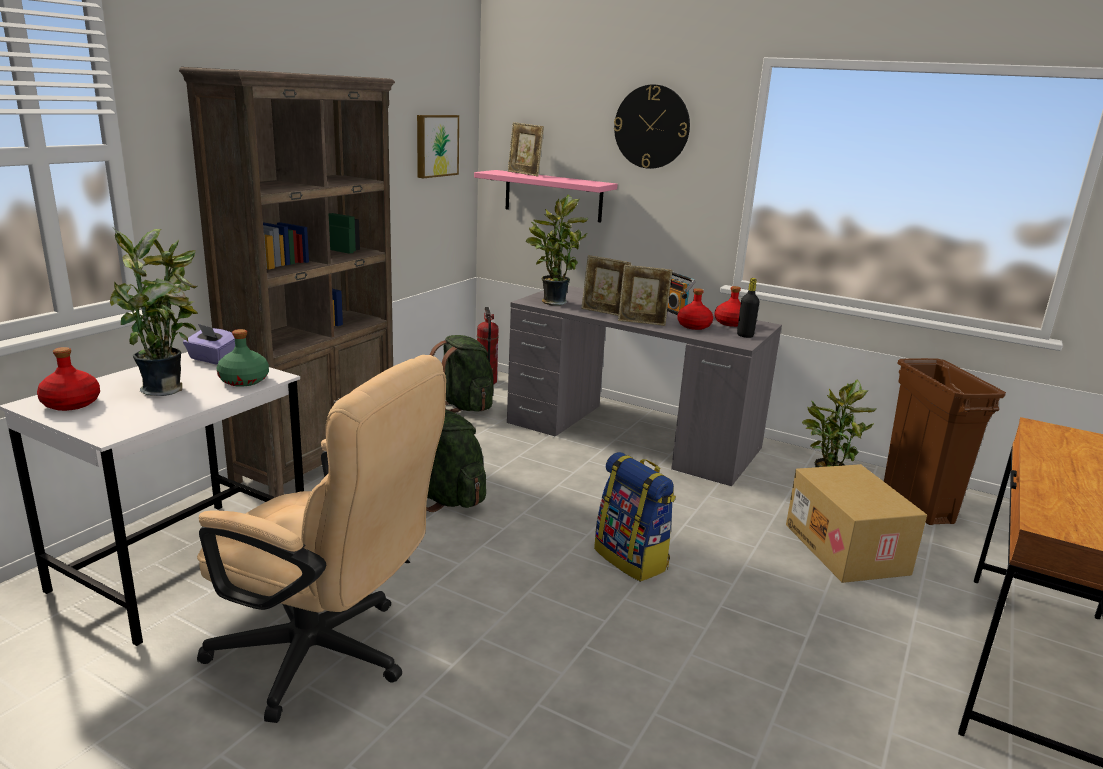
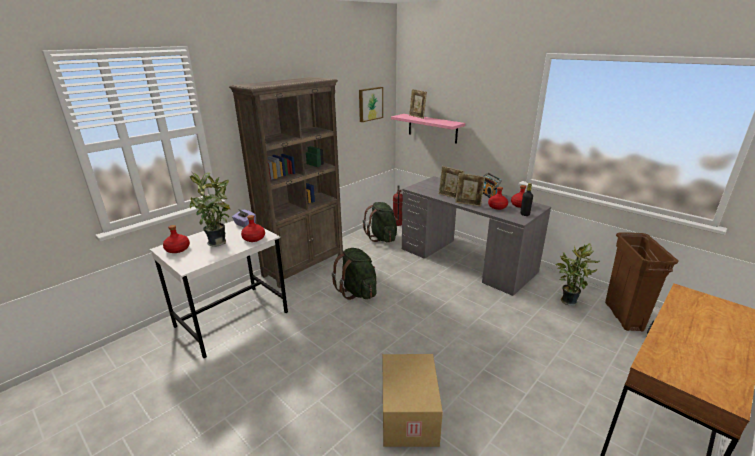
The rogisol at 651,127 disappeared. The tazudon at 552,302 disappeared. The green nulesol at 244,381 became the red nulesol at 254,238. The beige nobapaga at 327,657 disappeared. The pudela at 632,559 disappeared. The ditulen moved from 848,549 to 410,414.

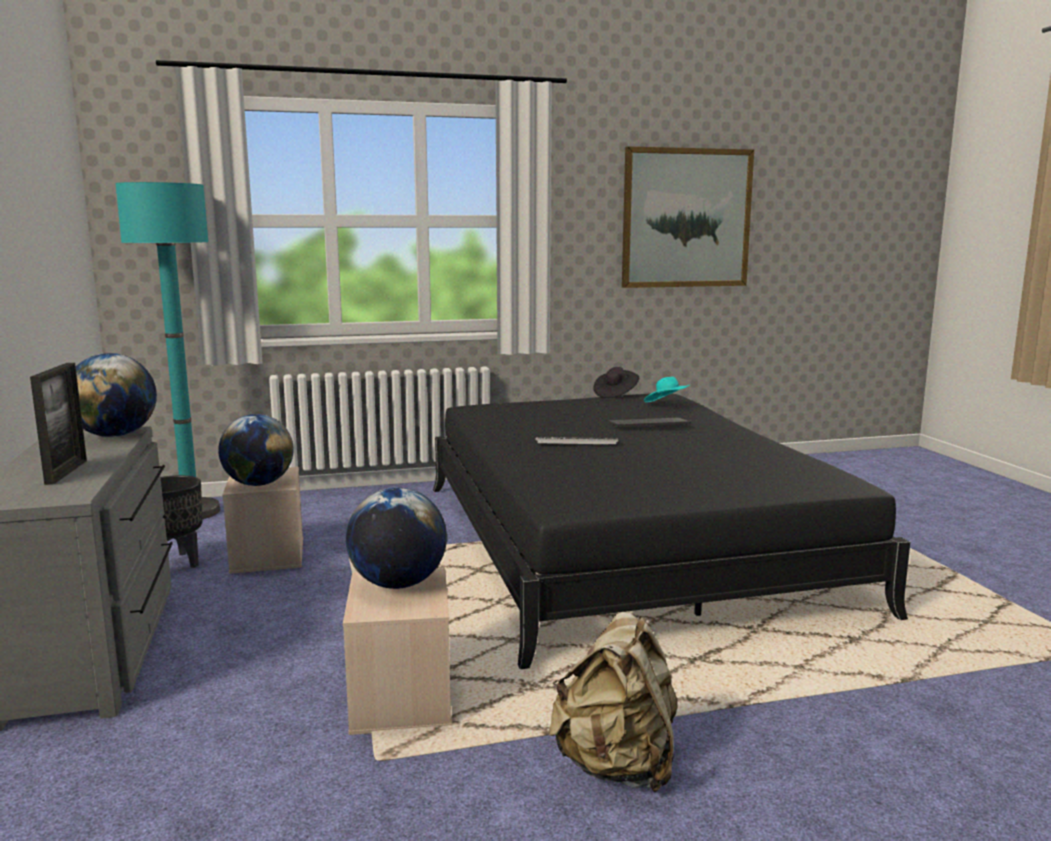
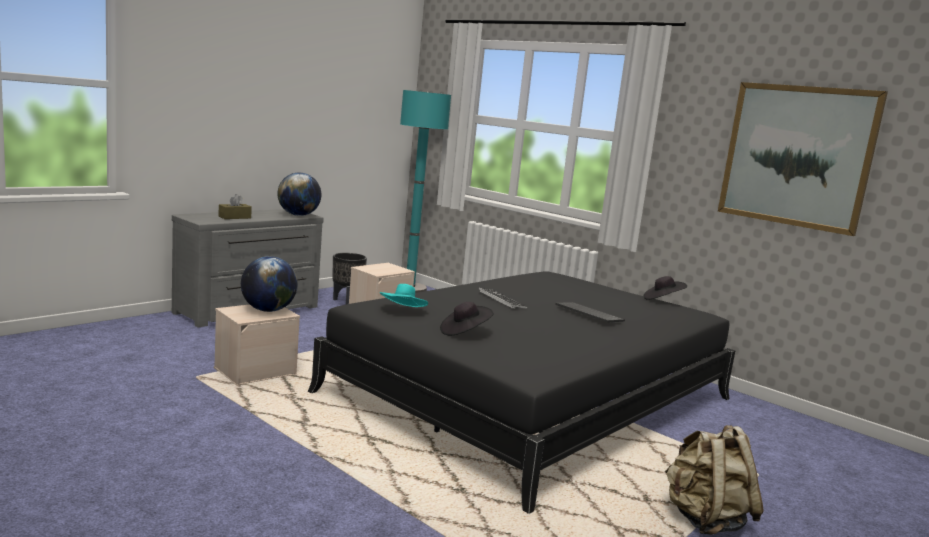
The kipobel at 66,472 was replaced by the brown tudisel at 234,217. The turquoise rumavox moved from 667,405 to 403,311. The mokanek at 258,484 disappeared. The beige pudela moved from 617,766 to 705,520. The black rumavox at 464,332 appeared.

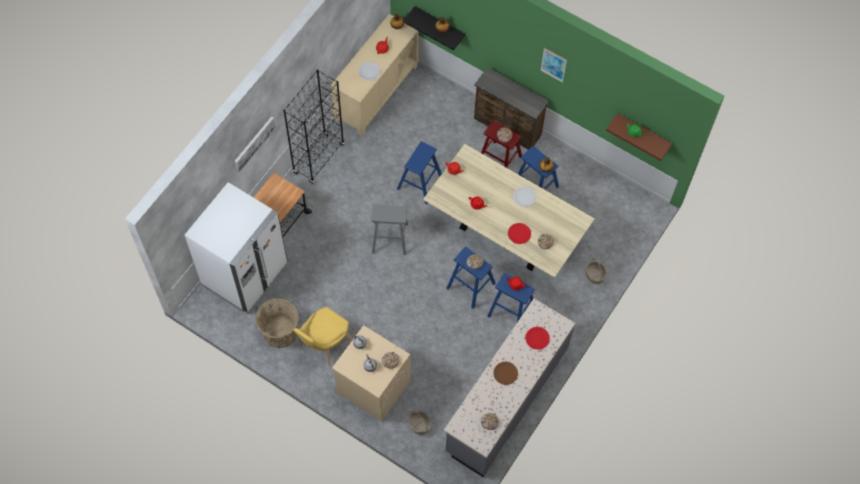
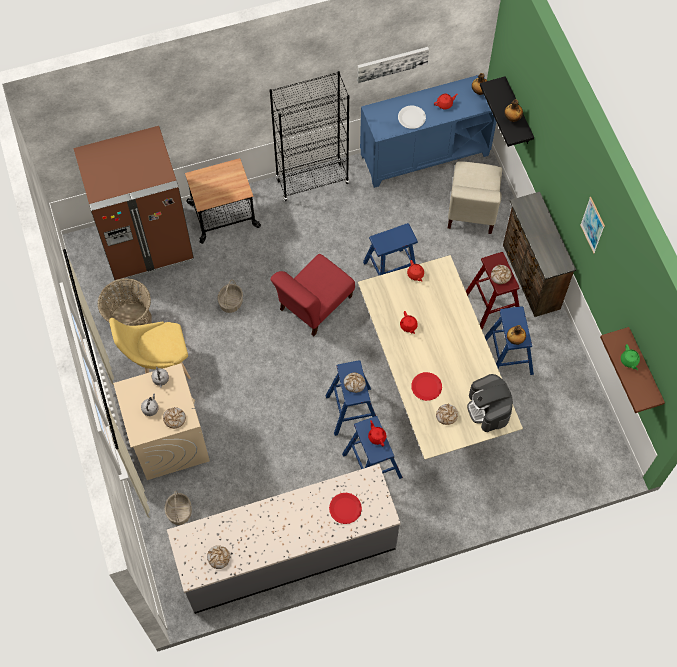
The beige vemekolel at 376,92 became the blue vemekolel at 424,154. The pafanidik moved from 254,143 to 392,63. The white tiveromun at 245,275 became the brown tiveromun at 147,244. The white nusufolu at 524,197 disappeared. The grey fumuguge at 390,238 was replaced by the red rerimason at 313,305. The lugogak moved from 595,275 to 231,302. The brown nusufolu at 505,373 disappeared. The beige rerimason at 471,210 appeared. The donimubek at 488,409 appeared.

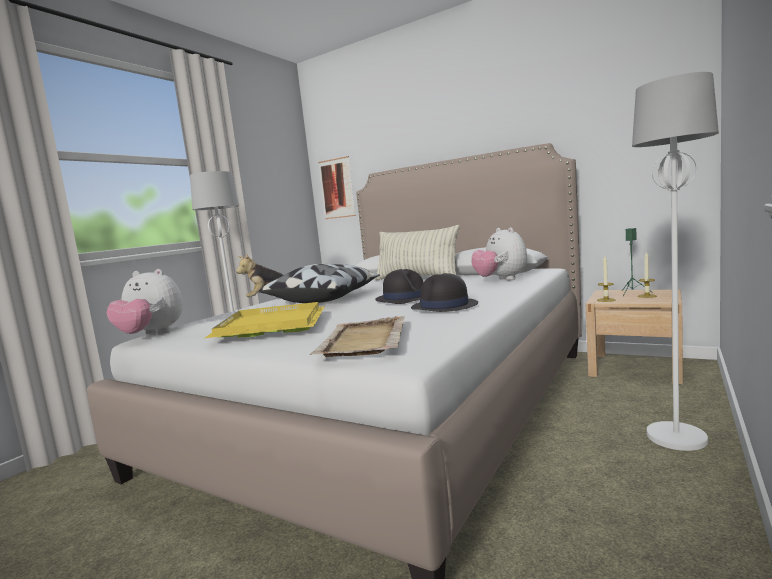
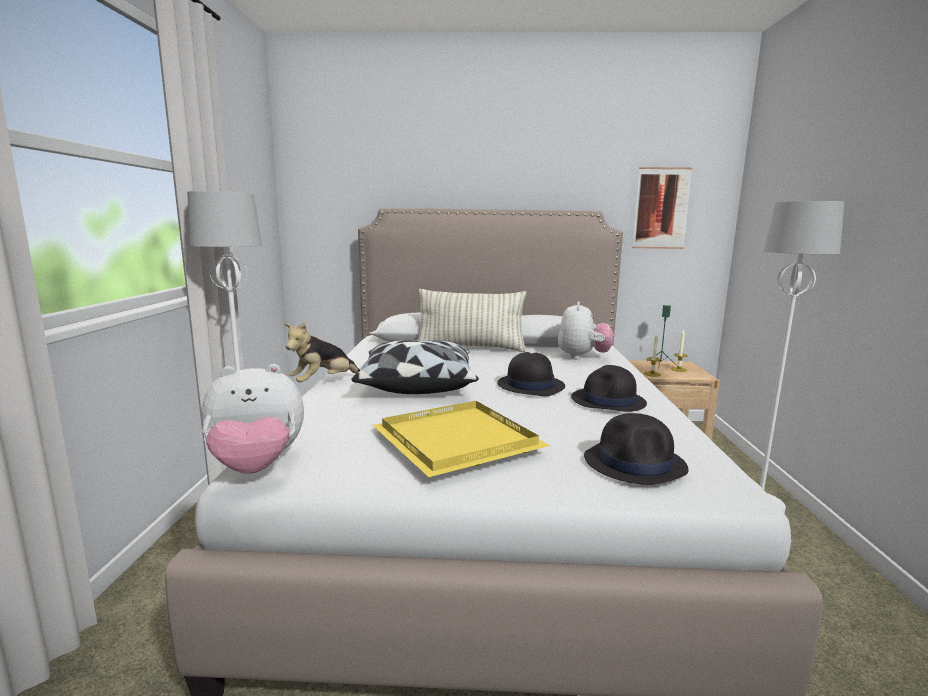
The pafanidik moved from 337,188 to 661,208. The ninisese at 501,280 turned 120 degrees counterclockwise. The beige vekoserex at 363,341 was replaced by the black rumavox at 635,463.

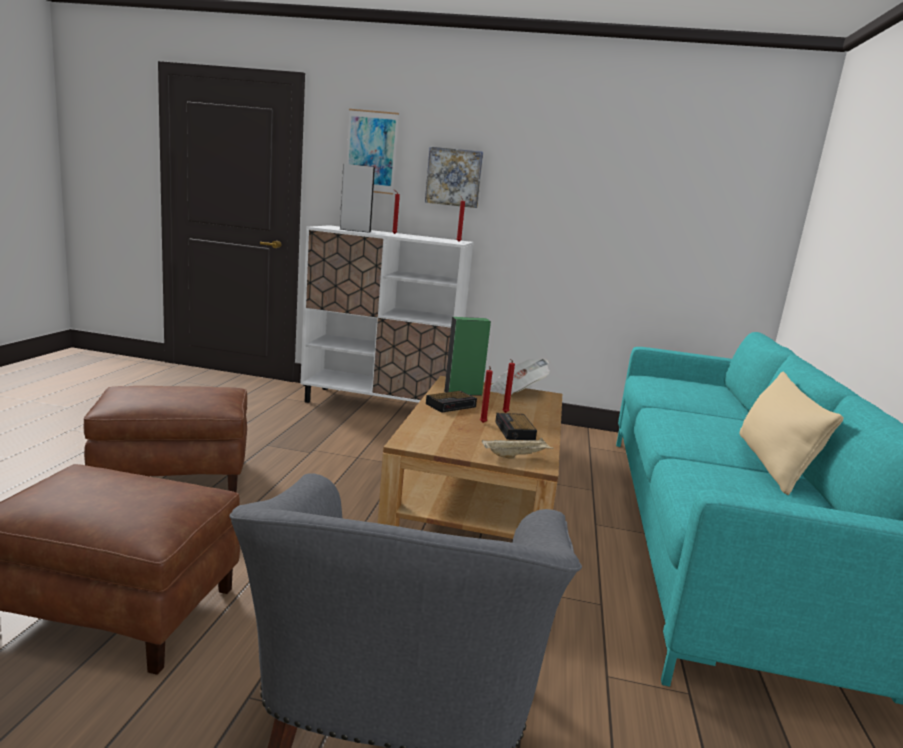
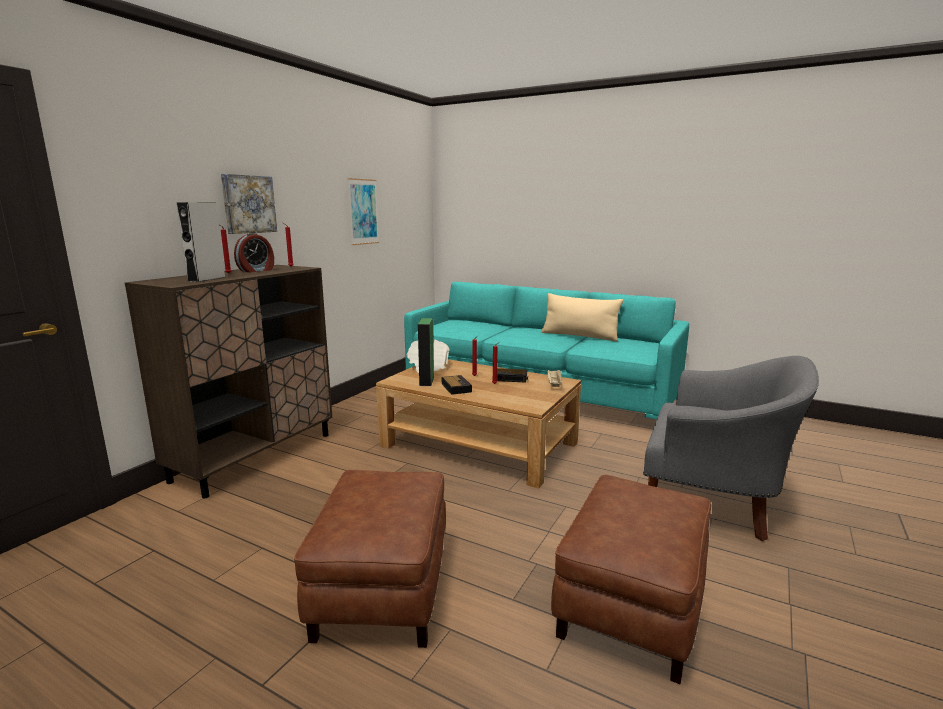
The pafanidik moved from 371,152 to 363,212. The white vemekolel at 380,405 became the brown vemekolel at 255,456. The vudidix at 256,270 appeared.

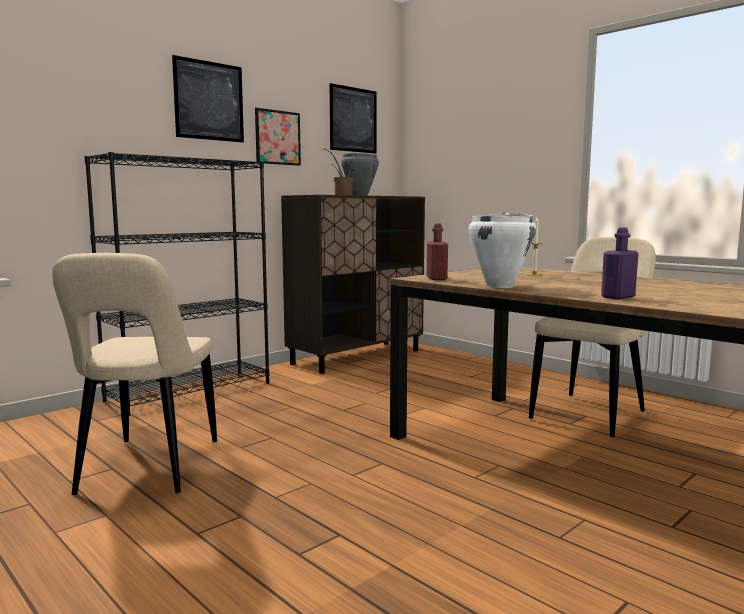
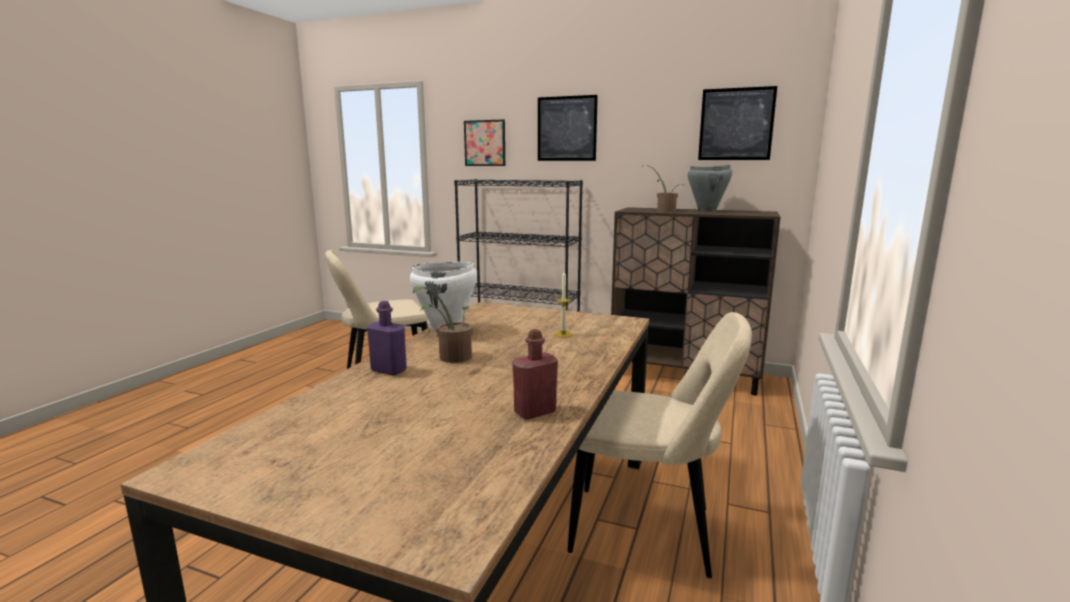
The pafanidik moved from 277,137 to 485,143. The red nulesol moved from 436,278 to 535,412. The tazudon at 451,358 appeared.

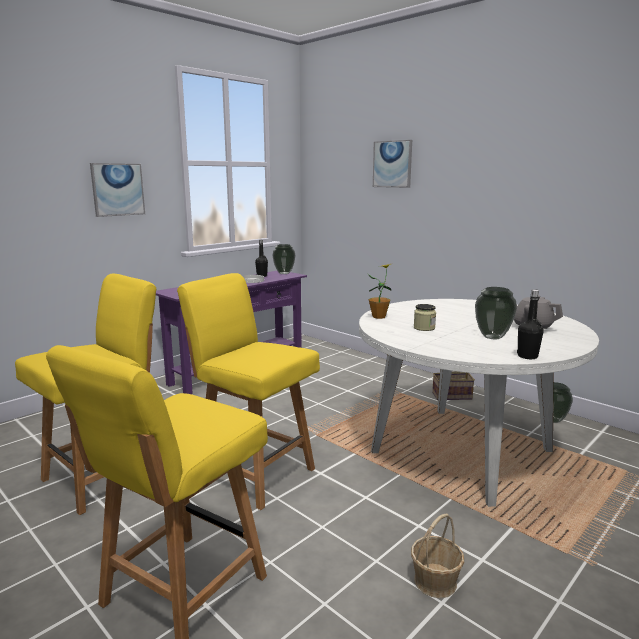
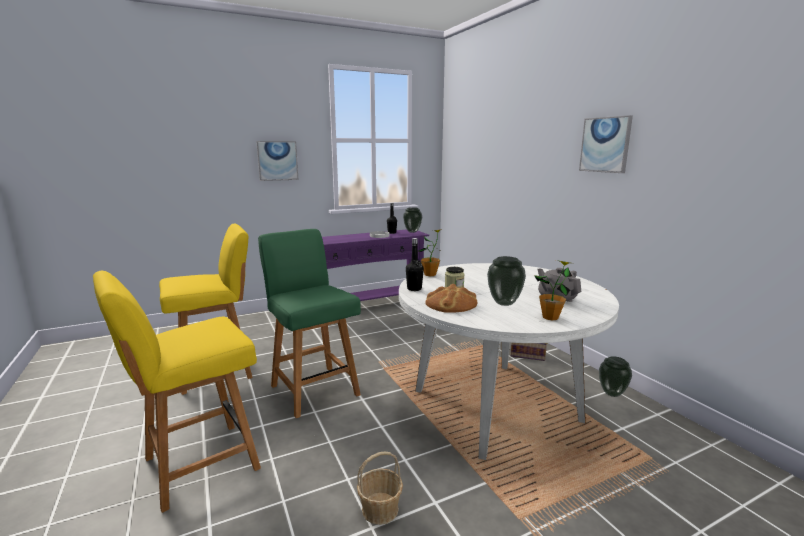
The pafanidik moved from 392,164 to 605,144. The yellow rerimason at 254,473 became the green rerimason at 314,389. The black nulesol moved from 527,356 to 414,289. The tazudon at 550,317 appeared. The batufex at 451,303 appeared.

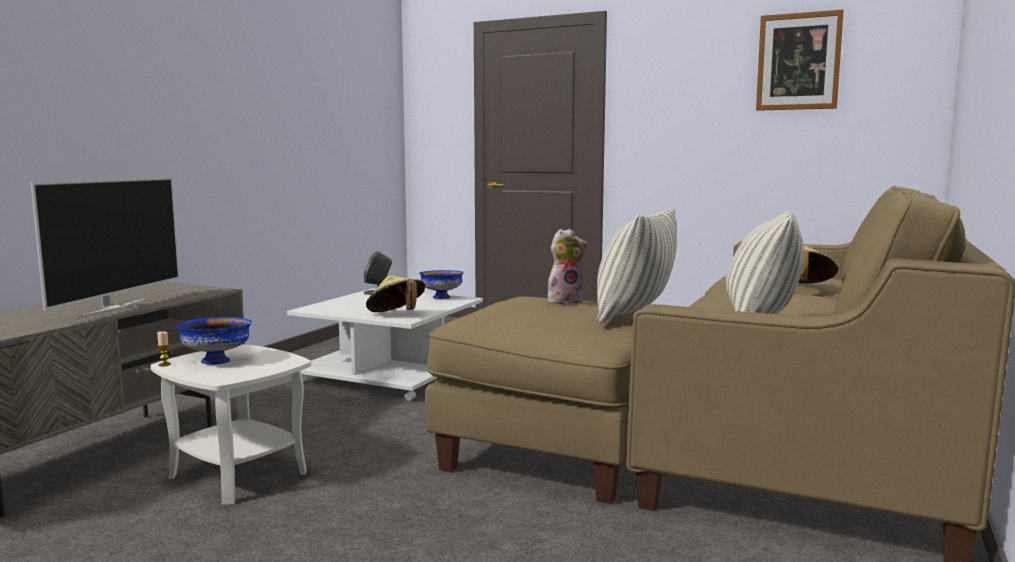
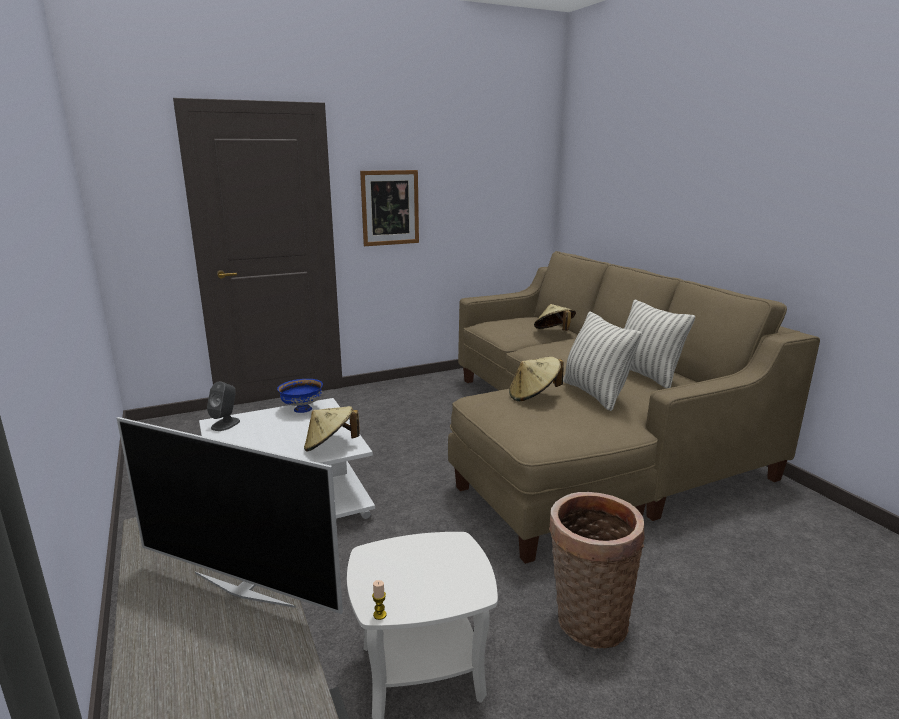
The pafanidik moved from 798,61 to 390,208. The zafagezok at 113,308 turned 150 degrees clockwise. The ninisese at 565,301 was replaced by the beige rumavox at 534,396. The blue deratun at 216,361 disappeared. The lugogak at 587,620 appeared.

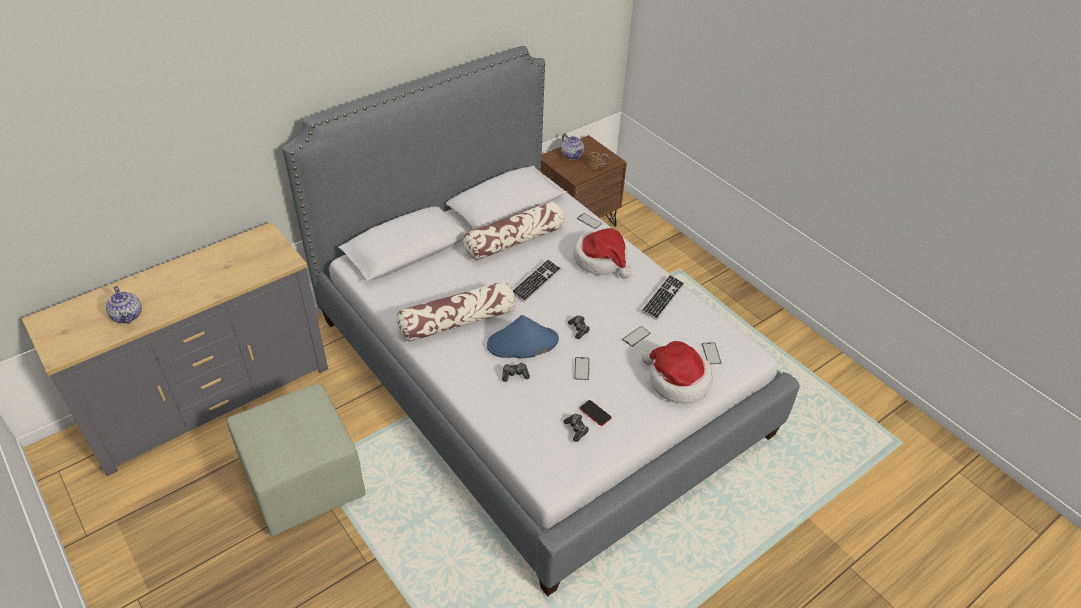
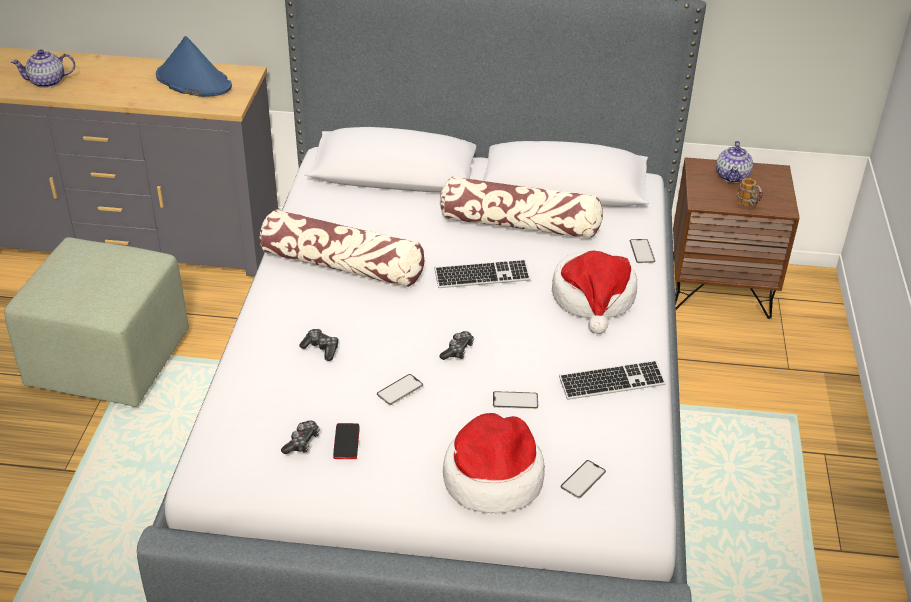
The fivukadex at 127,315 turned 60 degrees clockwise. The blue rumavox moved from 522,343 to 193,81.

